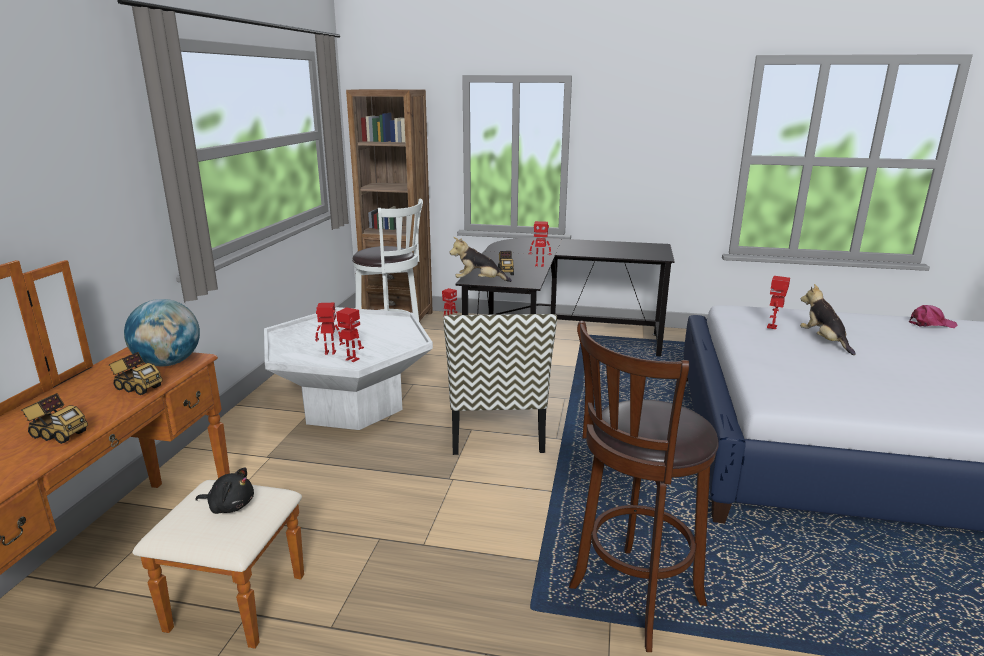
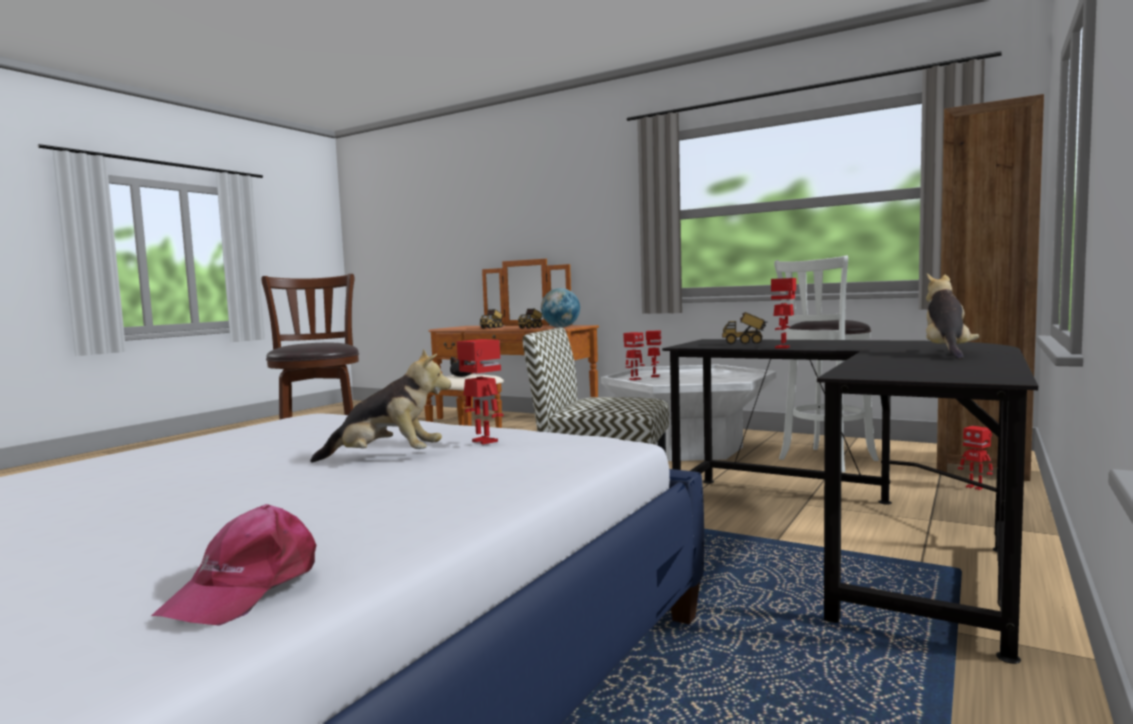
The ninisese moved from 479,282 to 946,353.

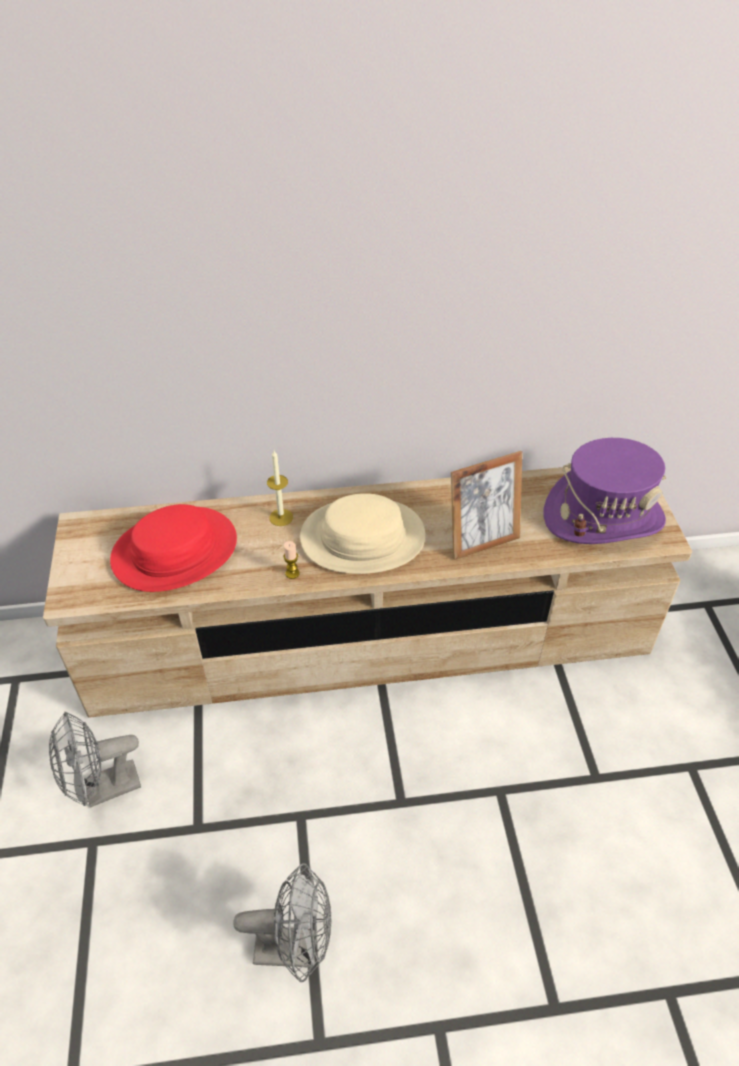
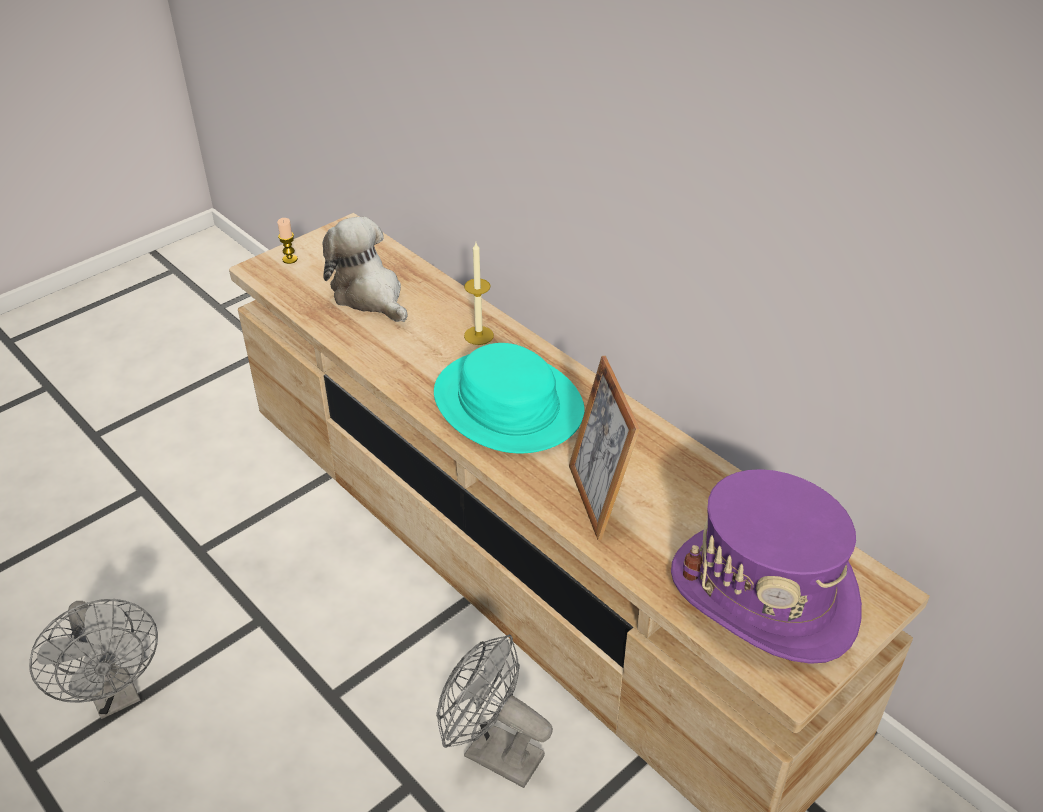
The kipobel at 482,541 turned 45 degrees clockwise. The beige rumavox at 362,538 became the turquoise rumavox at 507,404. The red rumavox at 175,551 was replaced by the ninisese at 369,295. The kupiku moved from 292,573 to 290,259. The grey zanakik moved from 103,789 to 492,752.

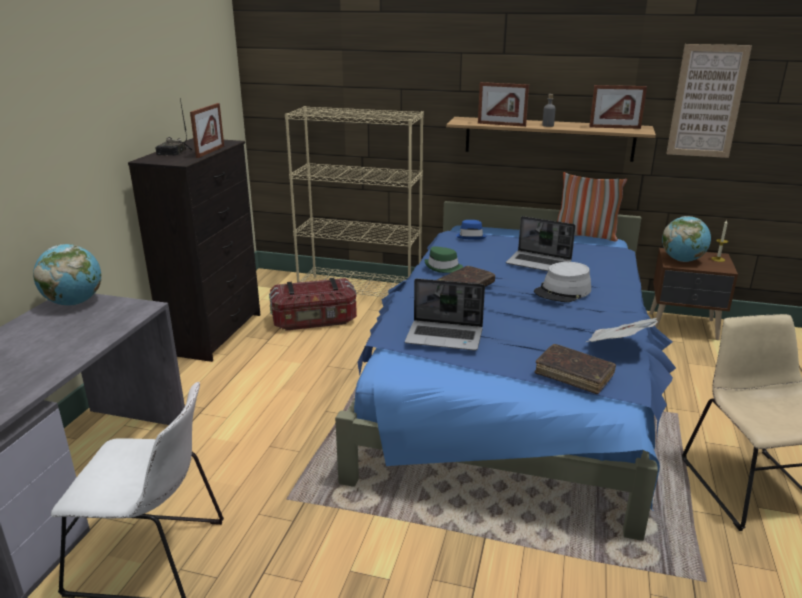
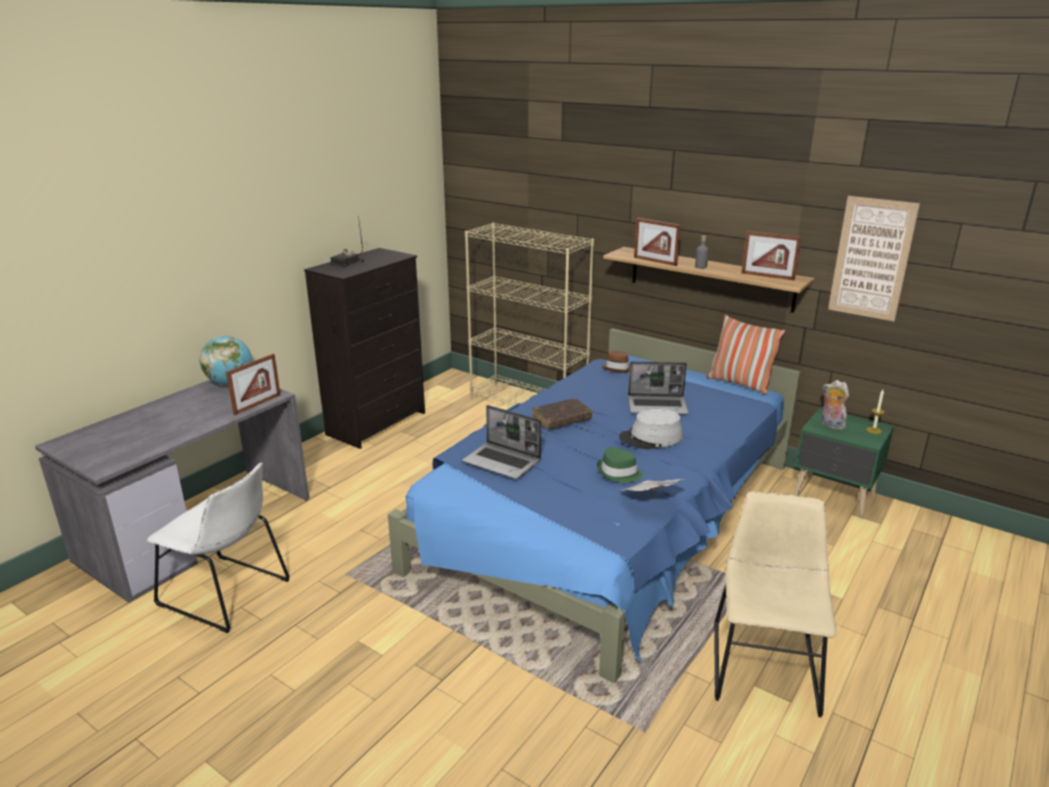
The kipobel moved from 210,152 to 257,404. The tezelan at 539,263 turned 45 degrees counterclockwise. The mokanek at 682,260 was replaced by the ninisese at 830,425. The blue rumavox at 471,236 became the brown rumavox at 618,368. The green rumavox moved from 443,267 to 619,473. The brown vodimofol at 684,327 became the green vodimofol at 834,498. The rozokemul at 314,321 disappeared. The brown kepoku at 574,375 disappeared.

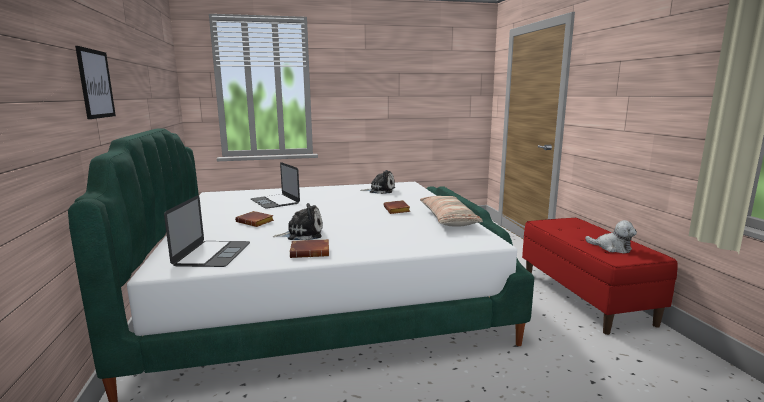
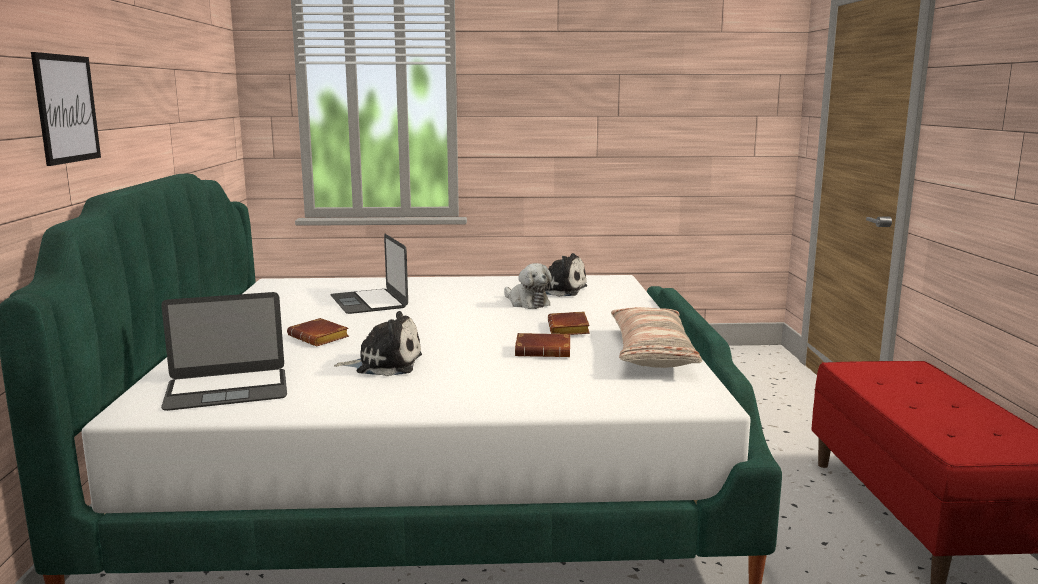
The tezelan at 212,254 turned 60 degrees clockwise. The ninisese moved from 612,248 to 527,303. The brown kepoku moved from 311,252 to 544,351.

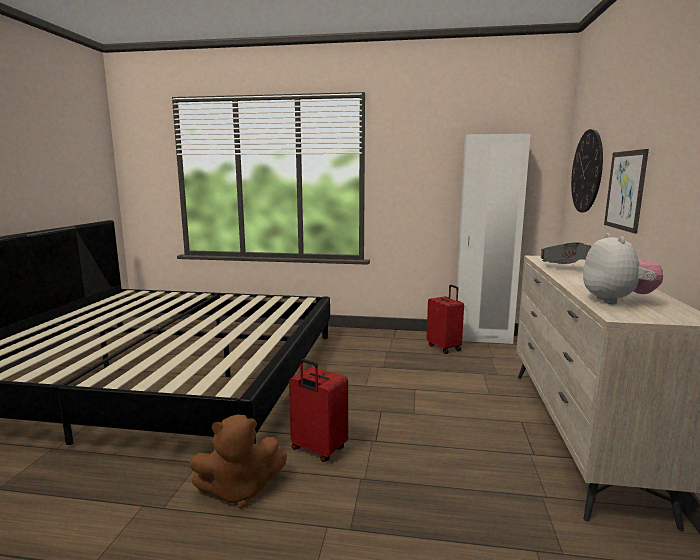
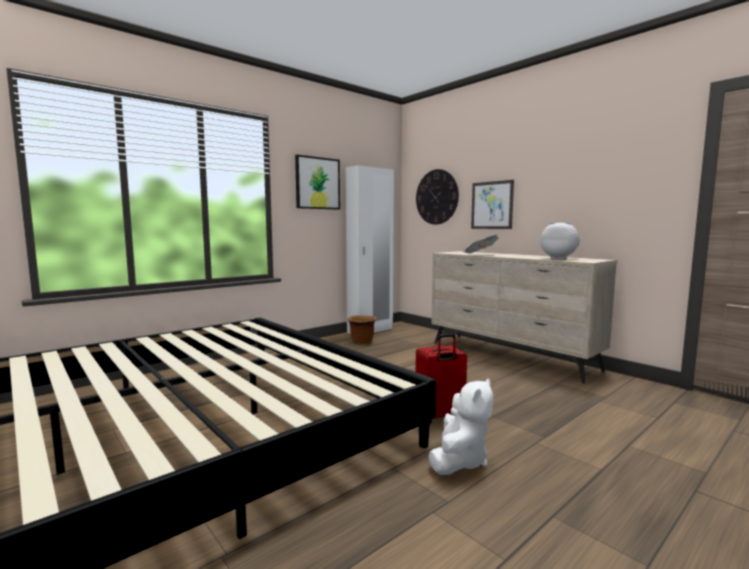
The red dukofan at 444,348 was replaced by the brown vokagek at 362,341. The brown ninisese at 239,490 became the white ninisese at 459,460. The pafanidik at 317,183 appeared.

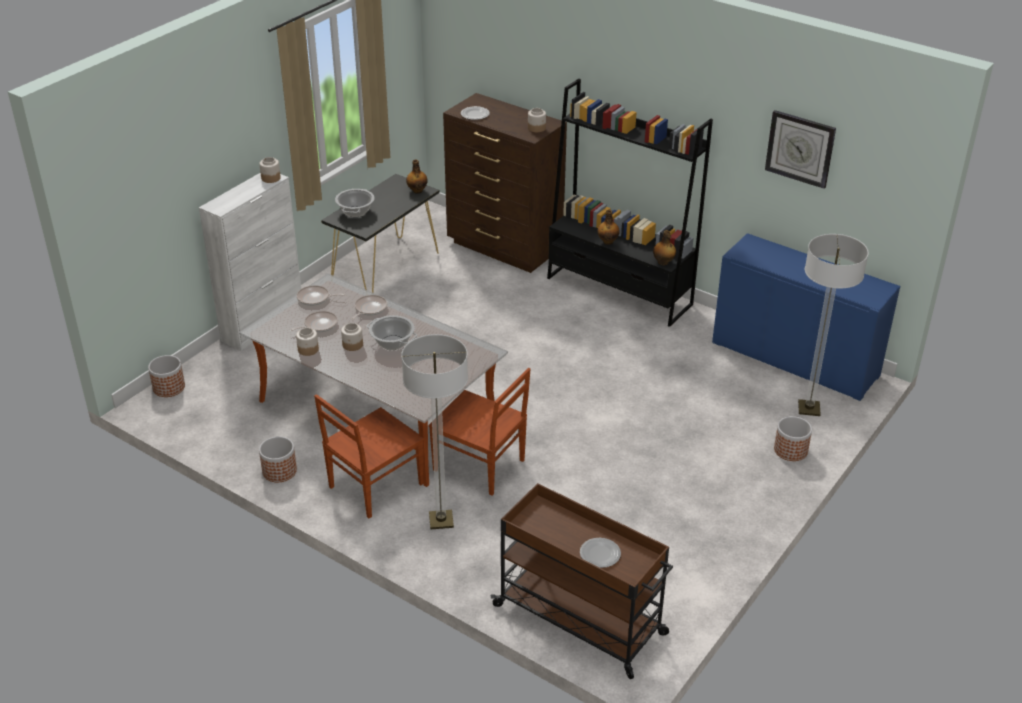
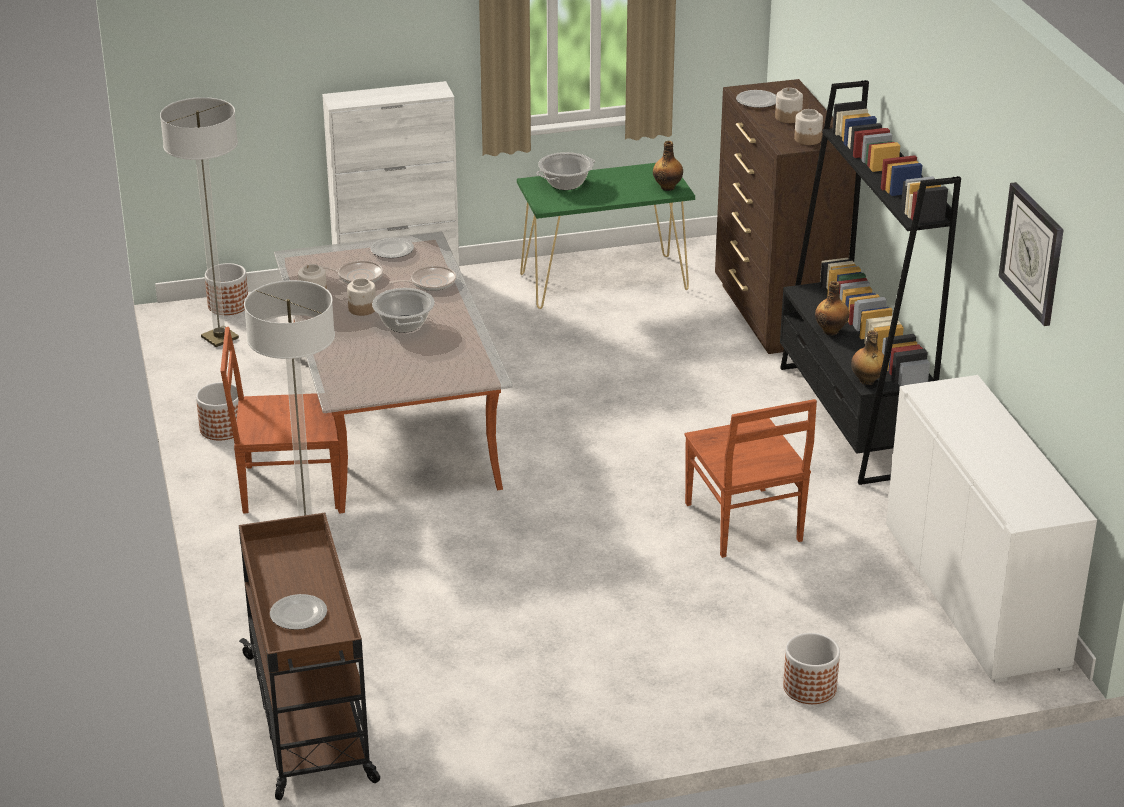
The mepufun moved from 270,178 to 788,117. The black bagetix at 385,268 became the green bagetix at 604,281. The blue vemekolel at 794,359 became the white vemekolel at 974,595. The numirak moved from 809,409 to 220,338. The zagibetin at 315,298 was replaced by the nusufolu at 392,250. The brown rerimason moved from 481,466 to 744,524.

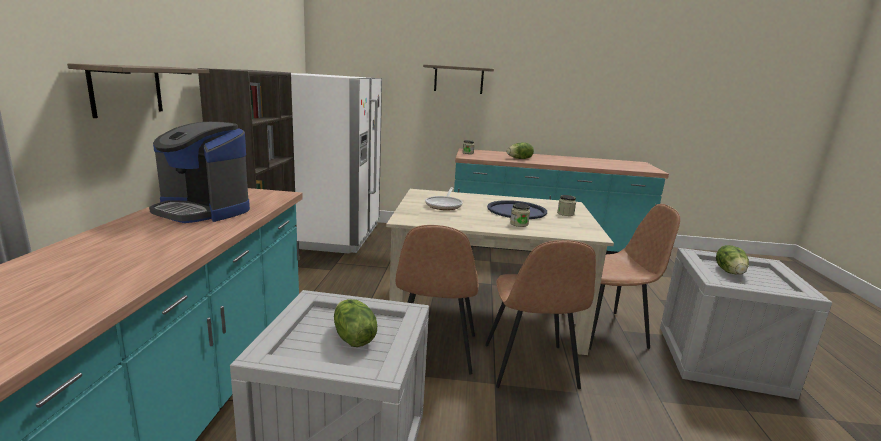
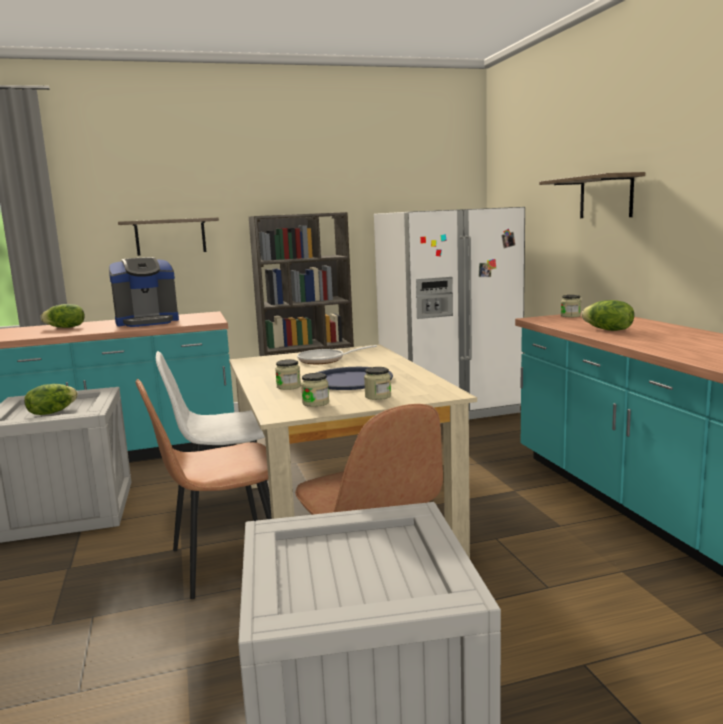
The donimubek at 203,210 turned 120 degrees counterclockwise. The brown rerimason at 434,351 became the white rerimason at 228,508. The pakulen moved from 730,272 to 65,327. The mepufun at 315,403 appeared.

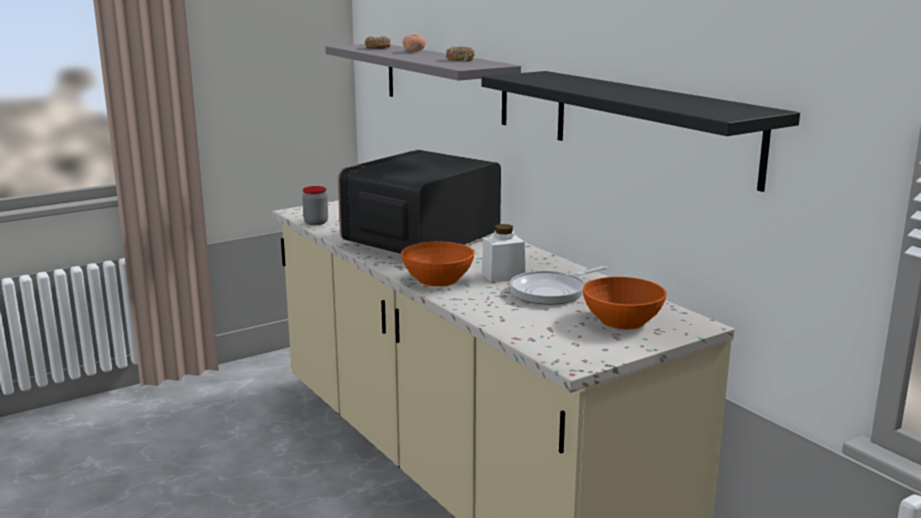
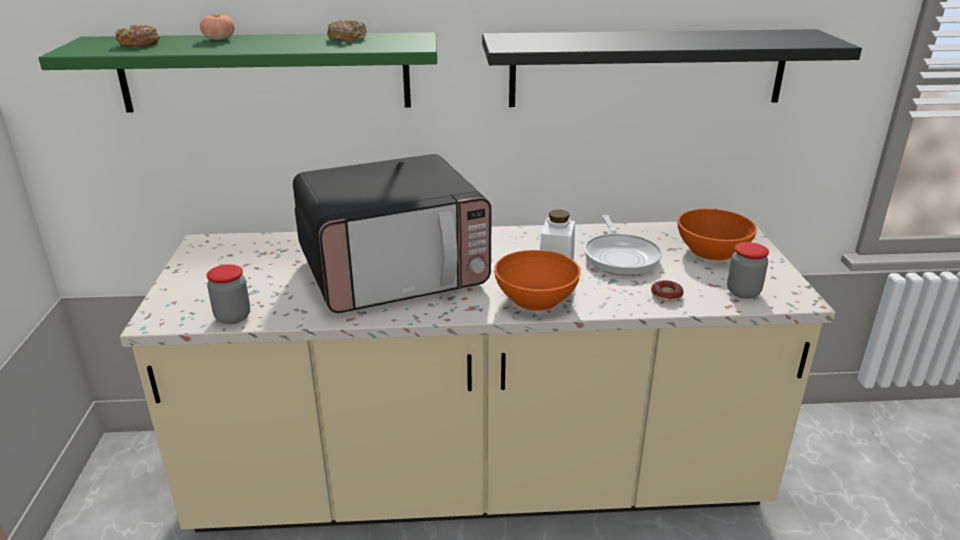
The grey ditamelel at 443,81 became the green ditamelel at 265,72. The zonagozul at 420,240 turned 90 degrees counterclockwise. The mepufun at 743,292 appeared. The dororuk at 666,295 appeared.

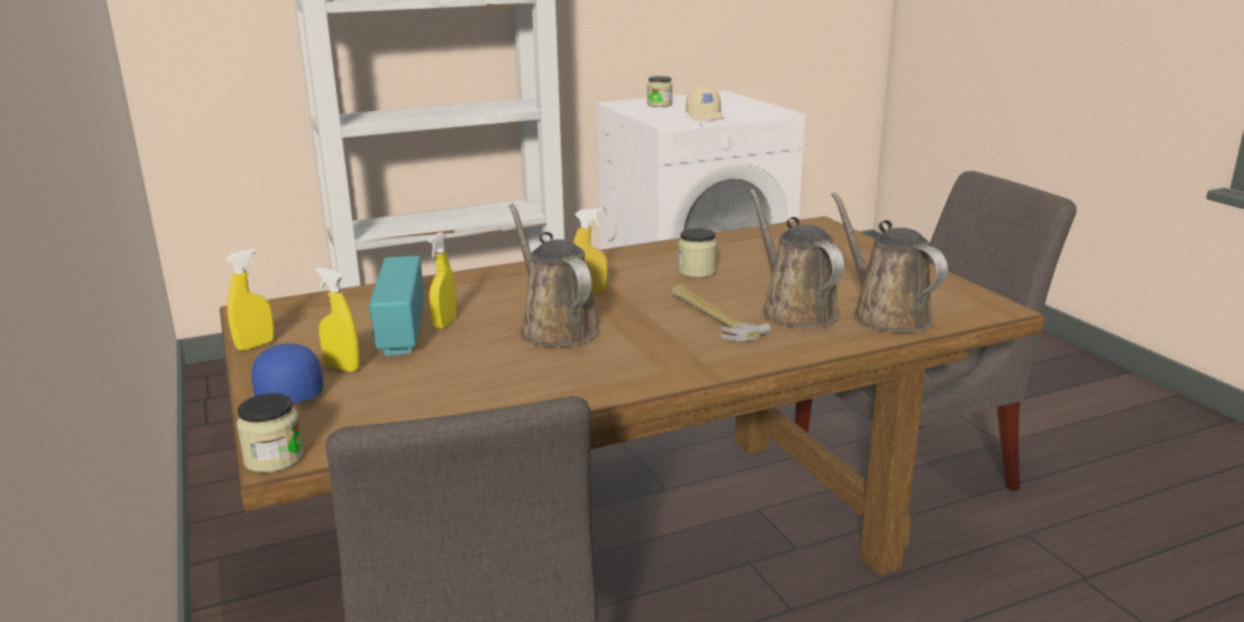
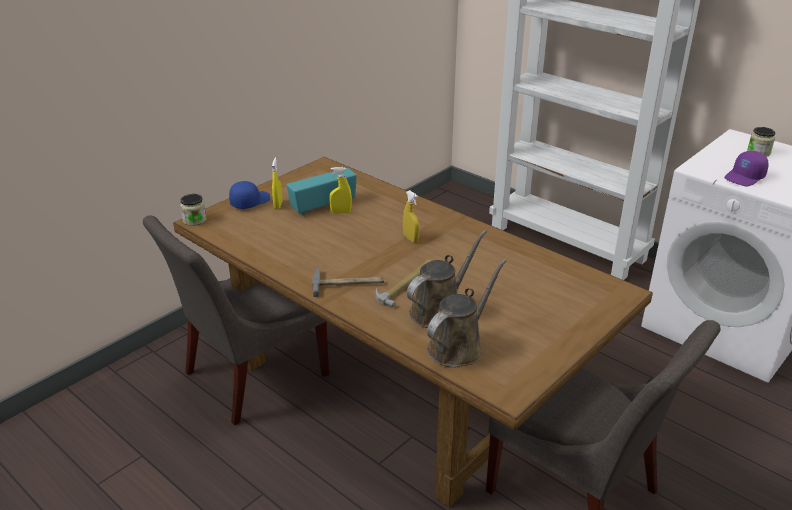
The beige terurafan at 706,116 became the purple terurafan at 745,177. The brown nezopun at 555,328 disappeared. The mepufun at 697,271 disappeared. The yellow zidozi at 255,345 disappeared. The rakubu at 348,283 appeared.

